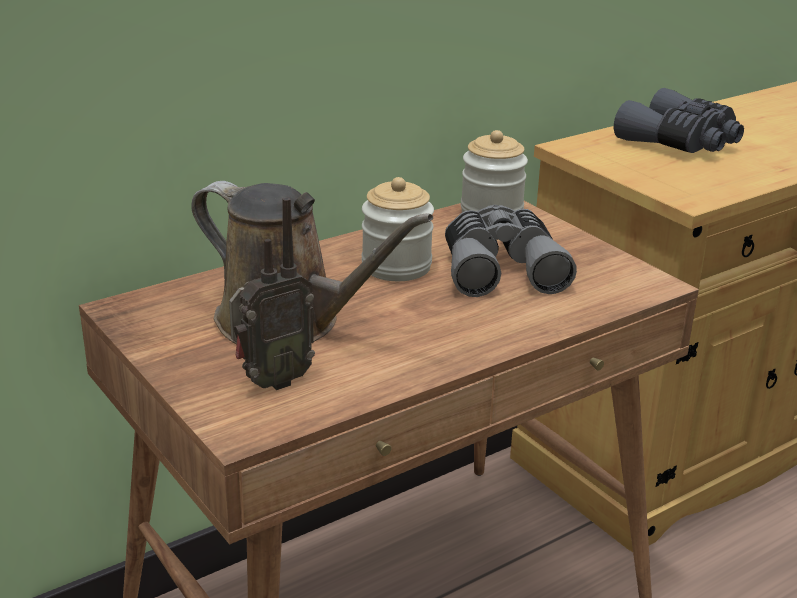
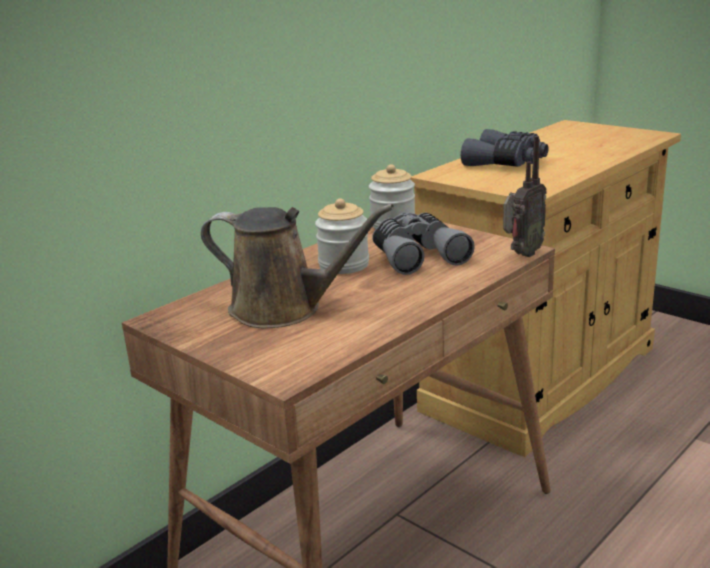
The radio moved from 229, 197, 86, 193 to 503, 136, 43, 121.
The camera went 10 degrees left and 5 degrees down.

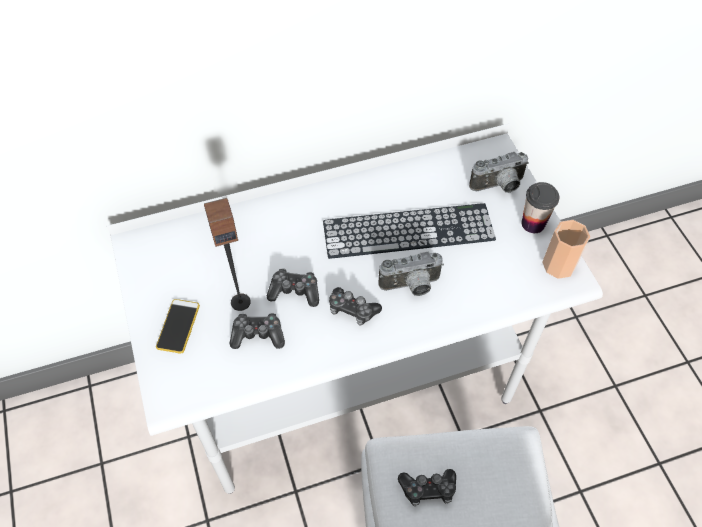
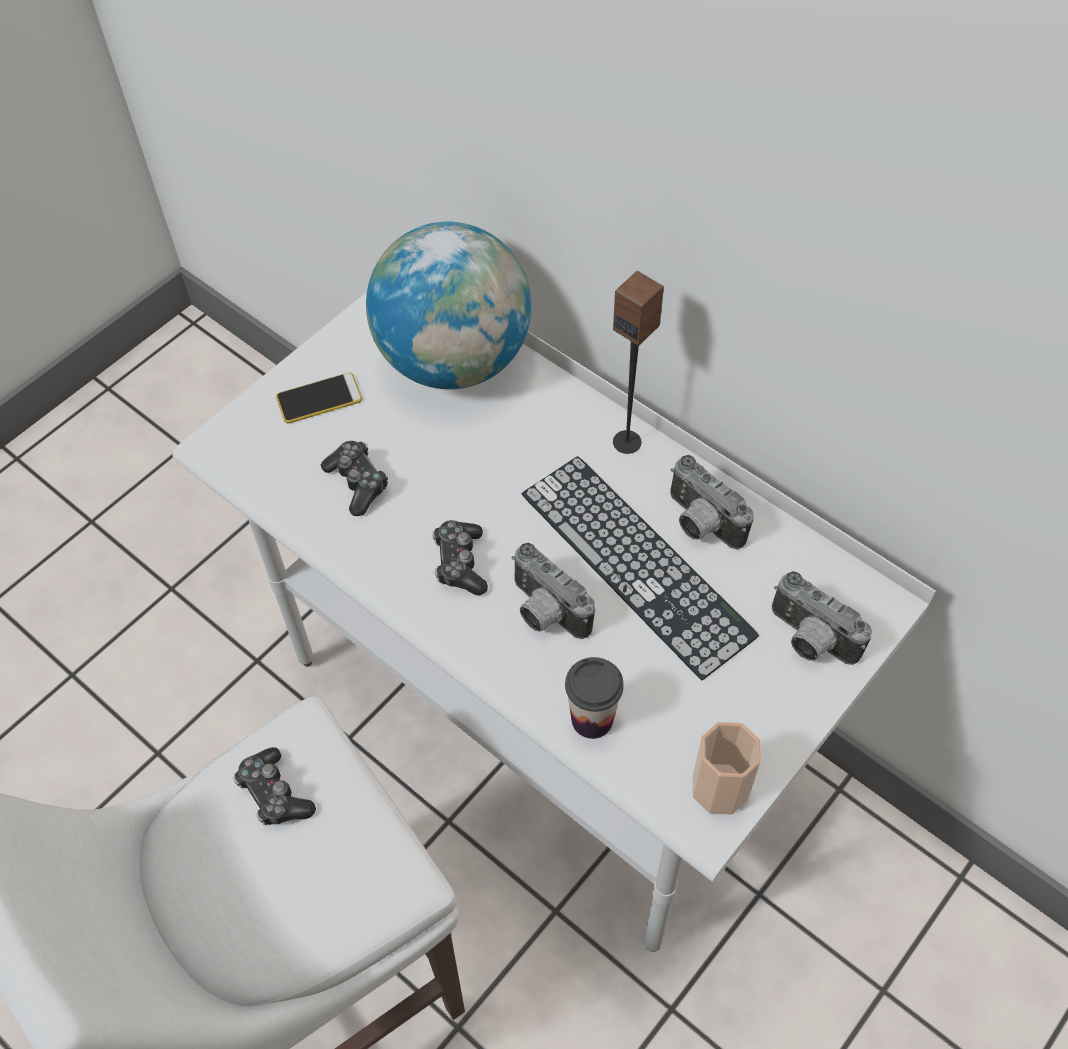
The speaker moved from 204, 198, 47, 113 to 613, 271, 51, 183.
The game_controller at 267, 268, 52, 39 disappeared.
The cup moved from 521, 182, 39, 51 to 565, 657, 59, 82.
The globe at 366, 221, 165, 168 appeared.
The photo_camera at 670, 455, 84, 94 appeared.
The camera went 60 degrees right and 0 degrees up.

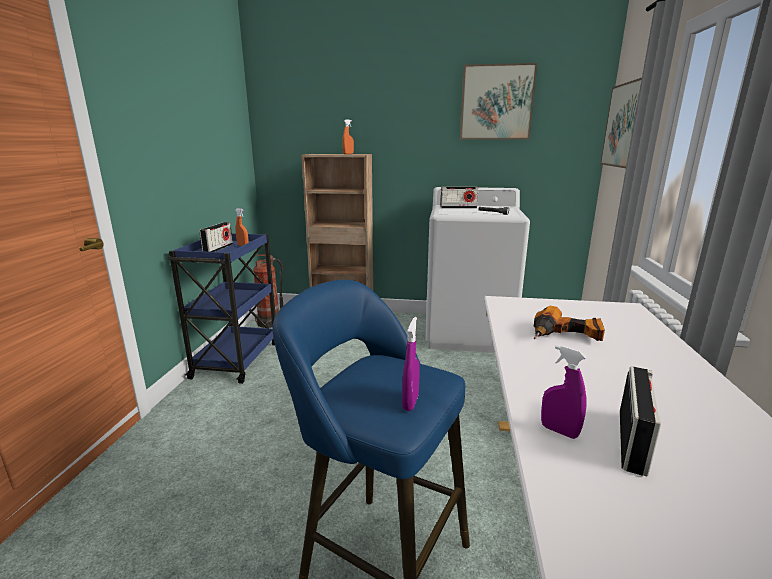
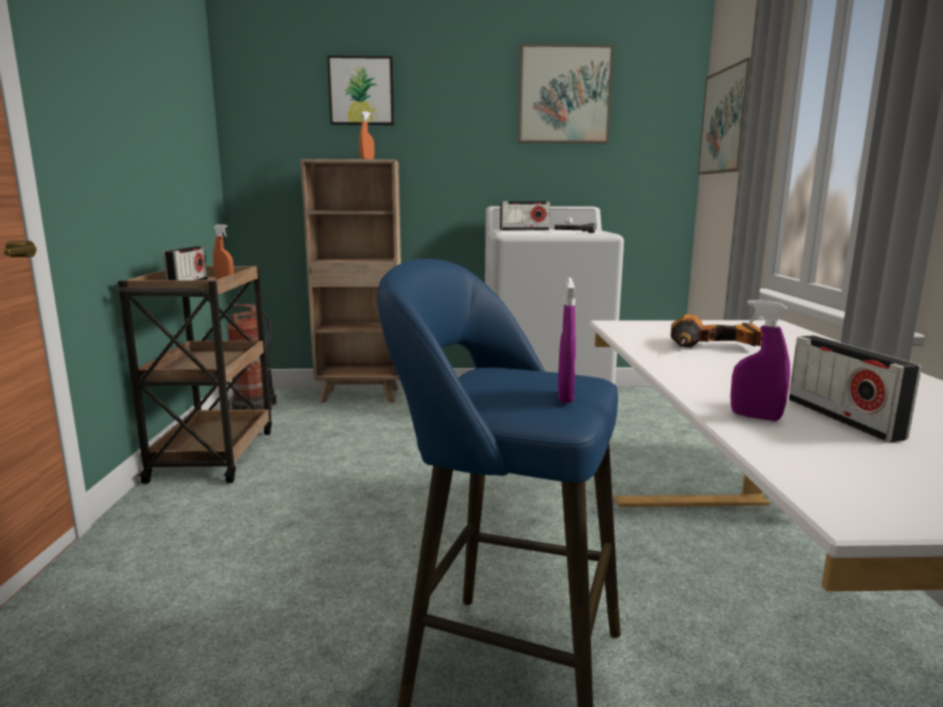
The blue_cart at 168, 233, 108, 151 became the brown_cart at 118, 266, 154, 218.
The radio at 620, 367, 41, 110 turned 150 degrees clockwise.
The picture at 327, 55, 67, 70 appeared.
The camera went 10 degrees left and 5 degrees down.

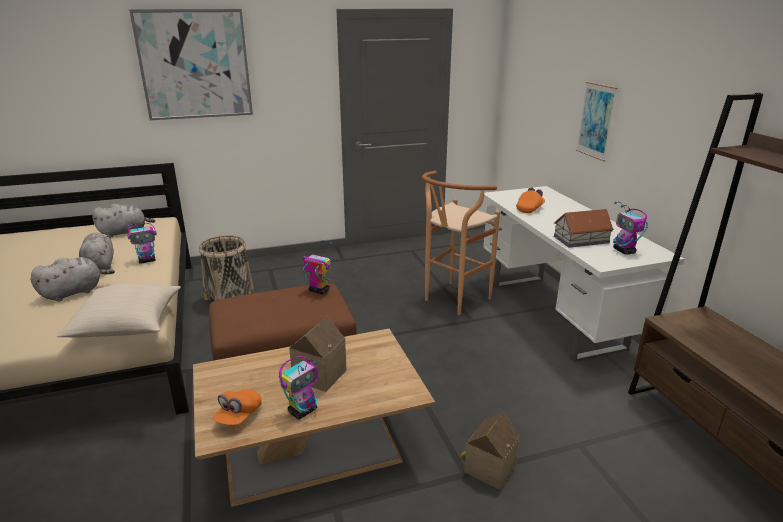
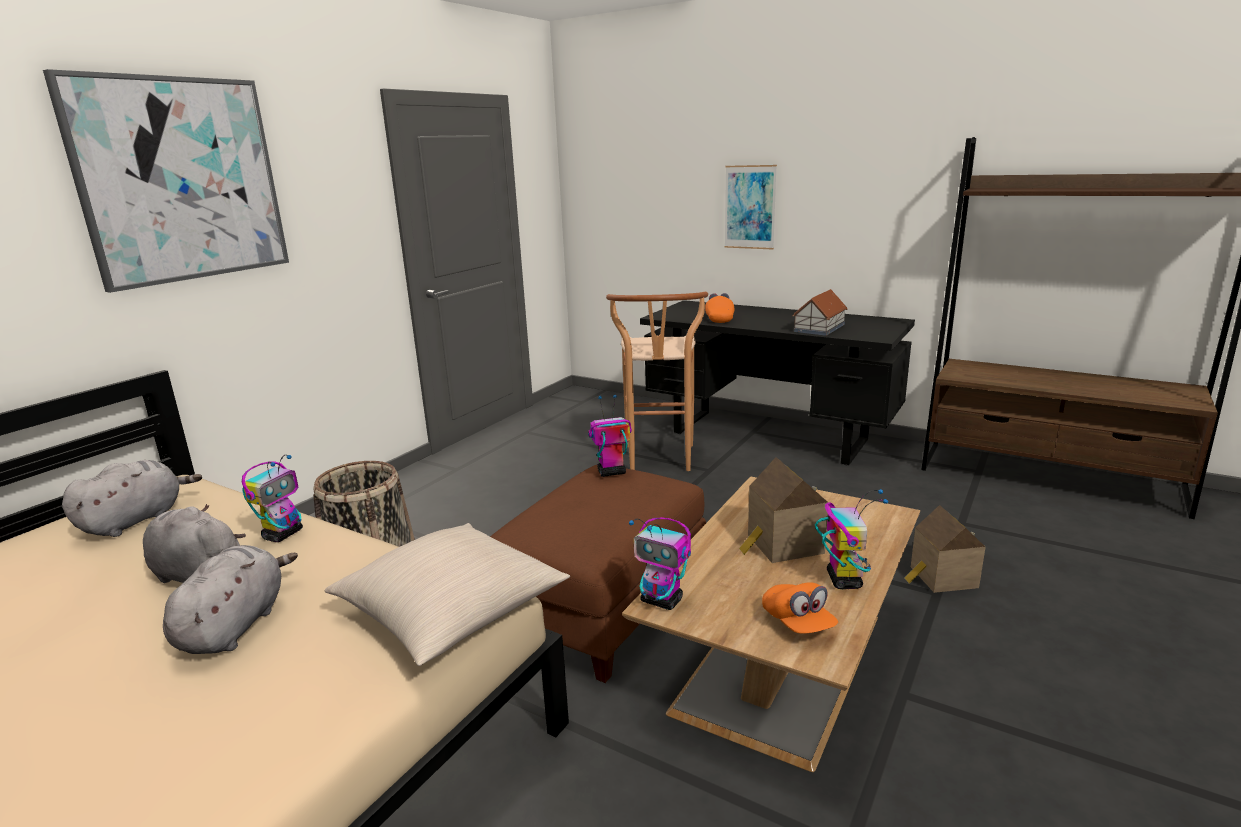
The white_desk at 483, 186, 202, 176 became the black_desk at 640, 300, 275, 166.
The toy_robot moved from 613, 201, 35, 53 to 629, 517, 62, 93.
The camera went 40 degrees left and 5 degrees down.

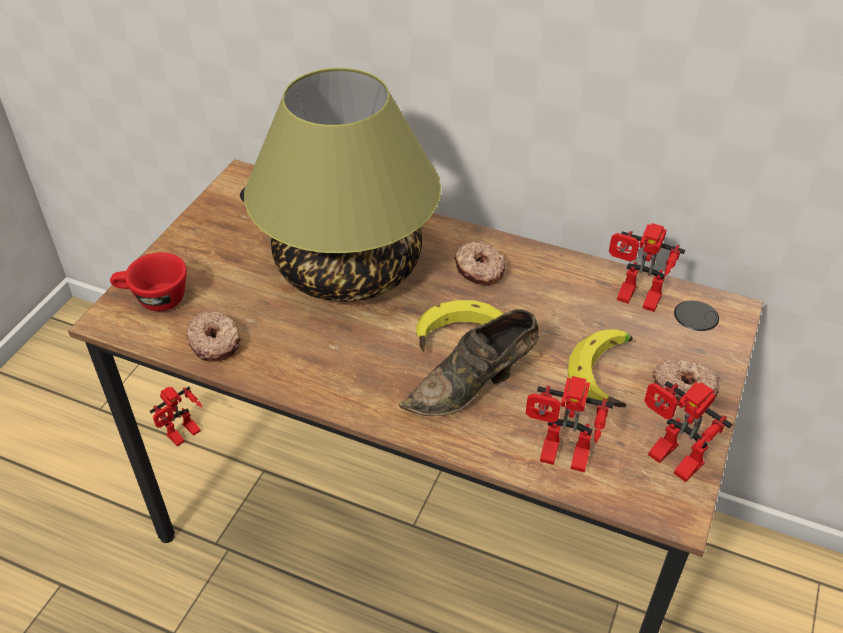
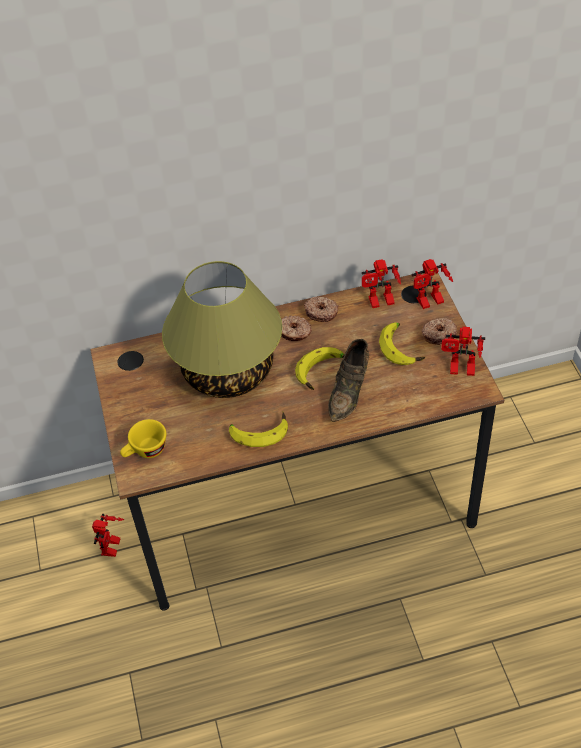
The red_cup at 110, 252, 77, 59 became the yellow_cup at 120, 419, 46, 39.
The donut moved from 187, 312, 54, 50 to 304, 297, 35, 25.
The toy_robot moved from 526, 376, 88, 96 to 411, 259, 42, 50.
The banana at 229, 412, 59, 35 appeared.
The camera went 35 degrees left and 5 degrees up.

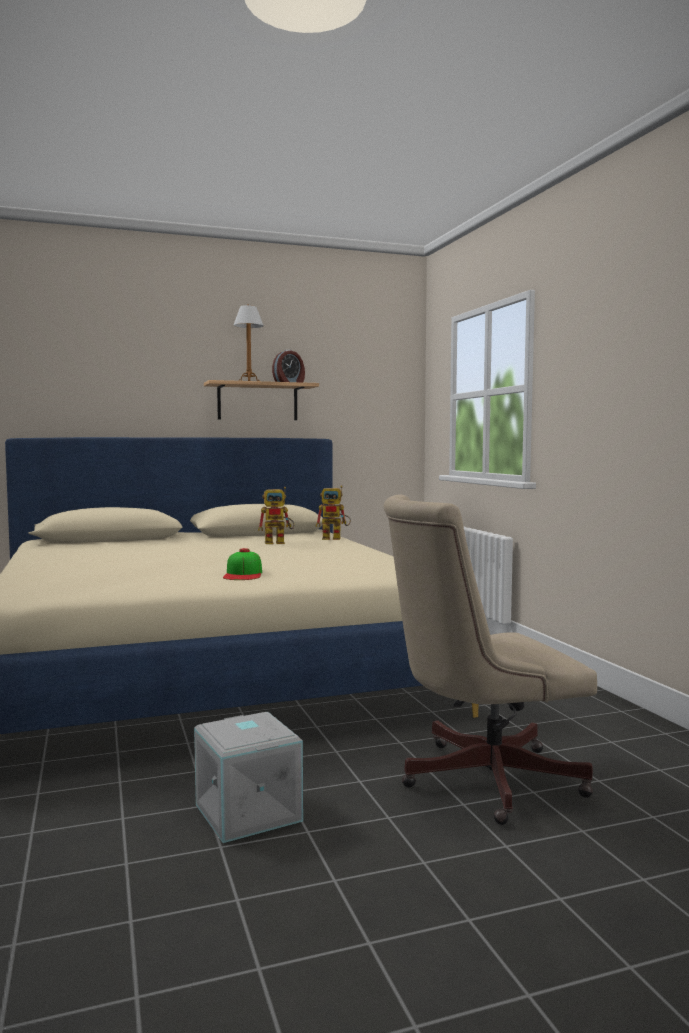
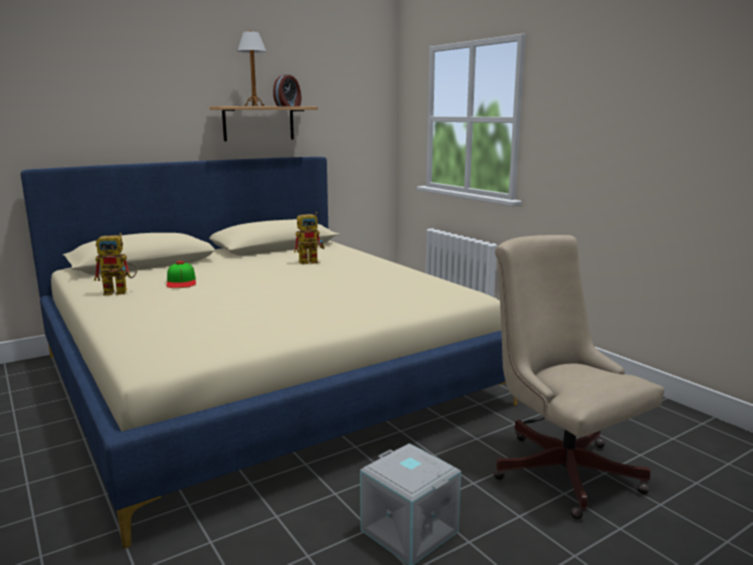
The cap moved from 223, 548, 39, 32 to 166, 261, 30, 27.
The toy_robot moved from 315, 486, 36, 54 to 94, 233, 44, 62.
The beige_office_chair at 383, 494, 214, 331 turned 90 degrees clockwise.
The camera went 15 degrees left and 10 degrees up.

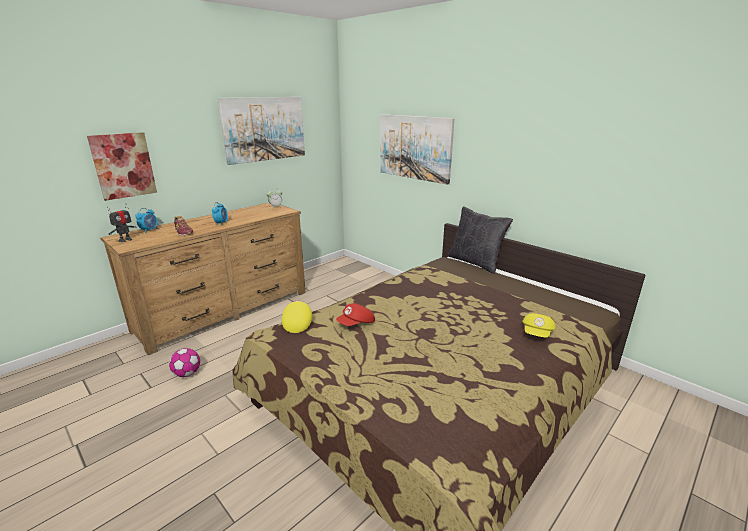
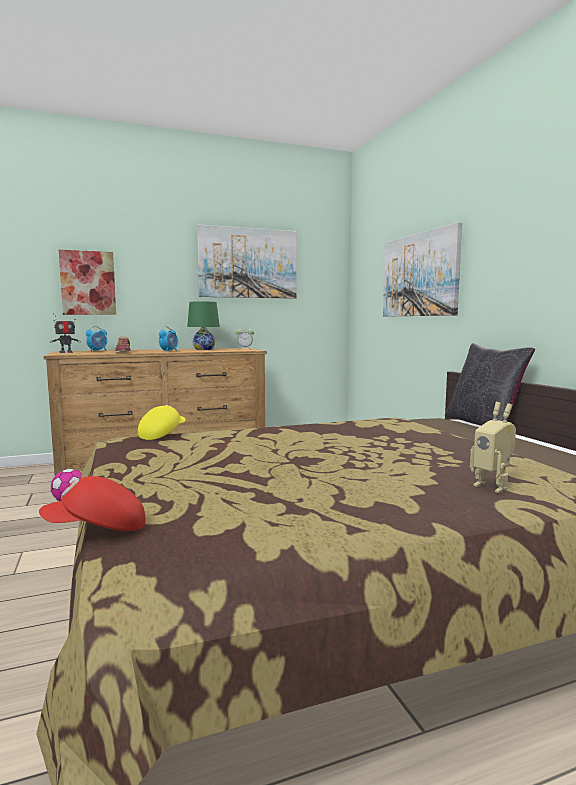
The red_cap moved from 336, 303, 39, 23 to 39, 476, 107, 55.
The yellow_cap at 522, 313, 34, 24 was replaced by the toy_robot at 470, 402, 46, 91.
The green_table_lamp at 187, 302, 33, 48 appeared.
The camera went 25 degrees right and 15 degrees down.

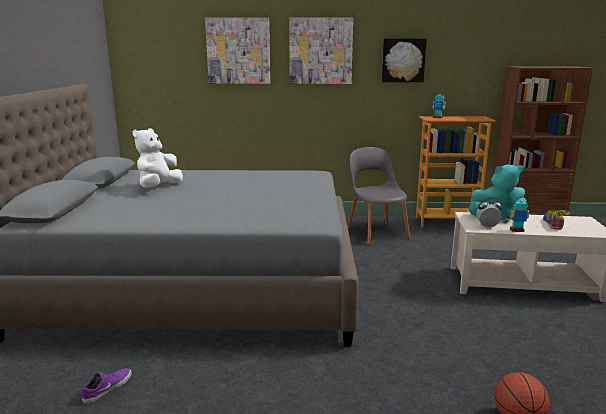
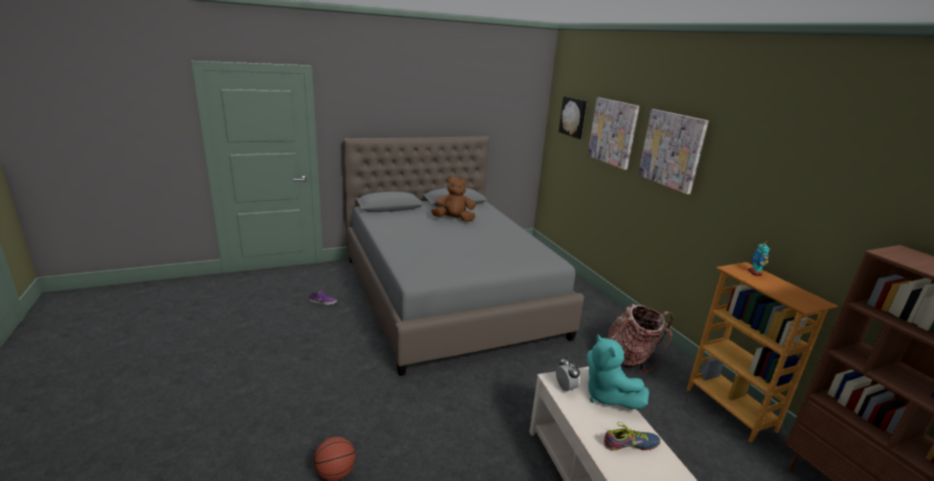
The white_plush_toy at 133, 128, 50, 60 became the brown_plush_toy at 431, 176, 45, 46.
The grey_chair at 347, 147, 63, 98 was replaced by the backpack at 607, 304, 66, 68.
The picture moved from 382, 38, 45, 44 to 559, 96, 28, 43.
The toy_robot at 510, 197, 19, 35 disappeared.
The camera went 65 degrees right and 5 degrees up.

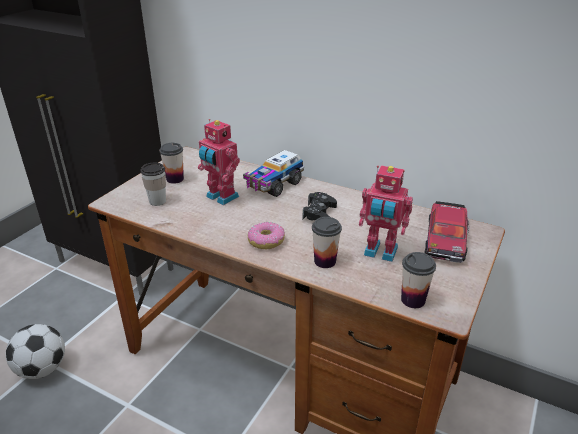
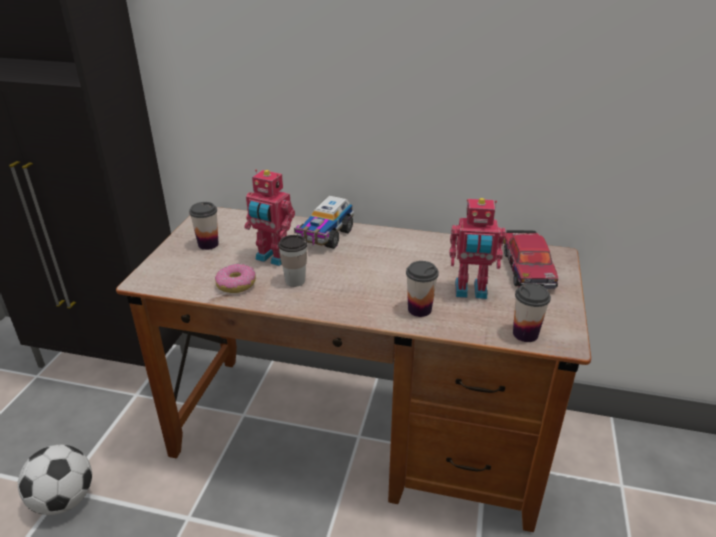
The cup moved from 140, 163, 26, 43 to 278, 235, 30, 52.
The donut moved from 248, 222, 37, 27 to 215, 264, 41, 29.
The black_game_controller at 302, 192, 35, 28 disappeared.
The camera went 15 degrees left and 0 degrees up.

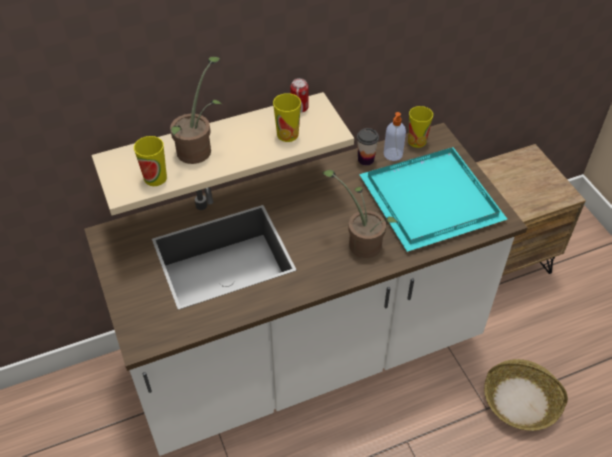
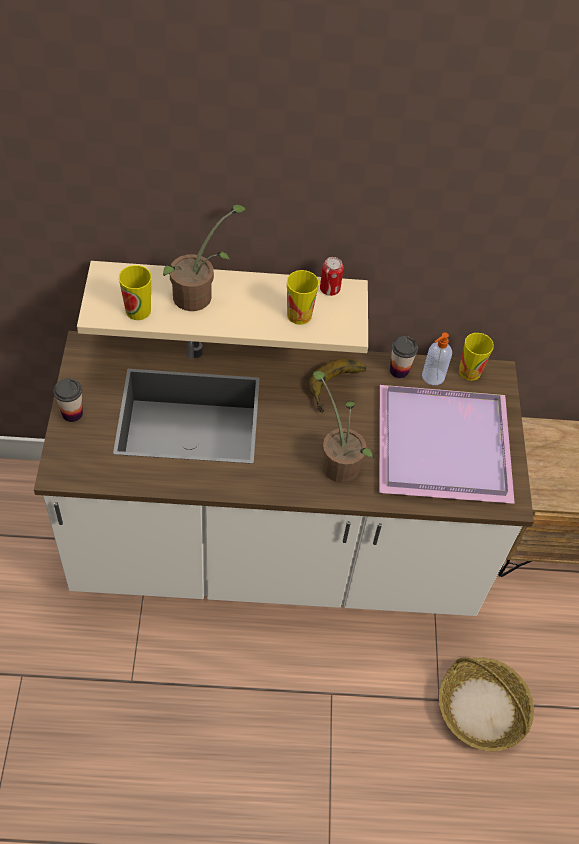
The turquoise_tray at 359, 147, 149, 105 became the purple_tray at 379, 385, 136, 119.
The cup at 53, 378, 30, 44 appeared.
The banana at 309, 359, 57, 54 appeared.
The camera went 20 degrees right and 5 degrees up.

